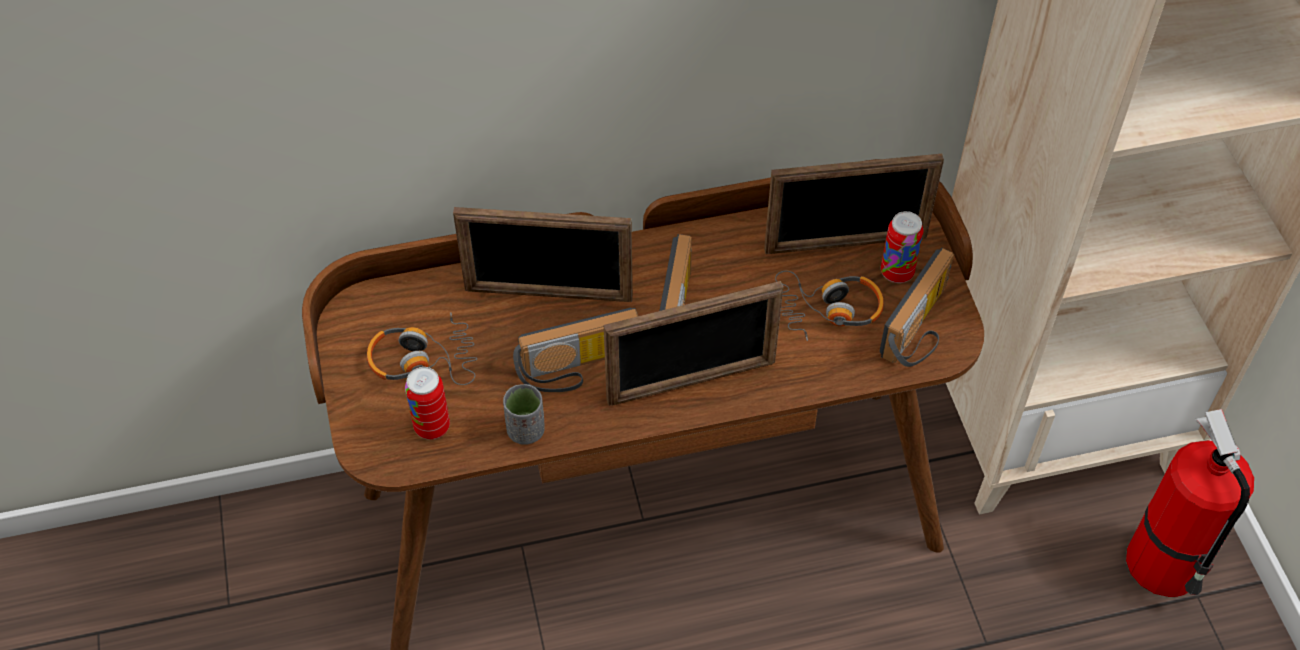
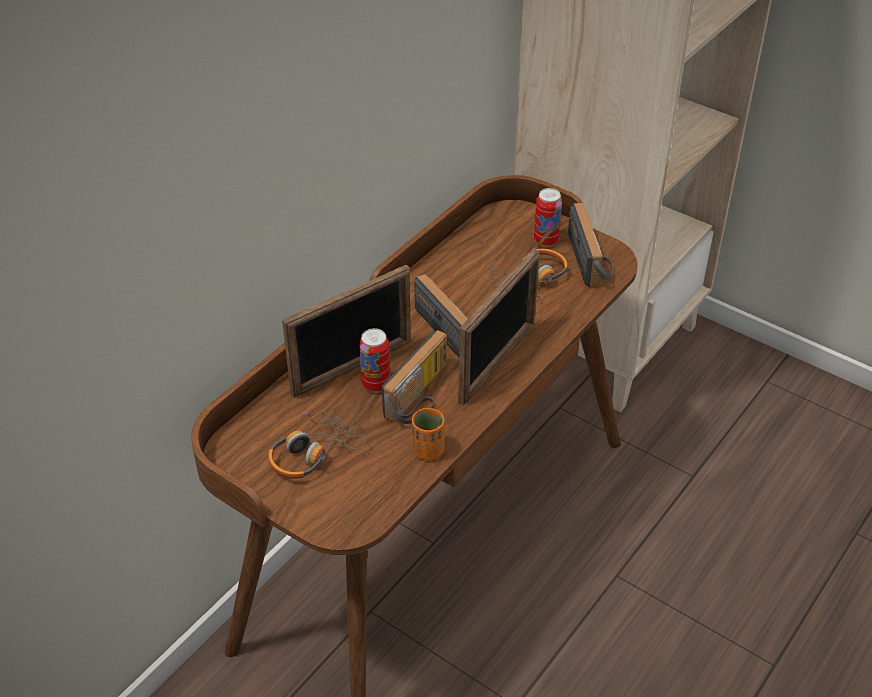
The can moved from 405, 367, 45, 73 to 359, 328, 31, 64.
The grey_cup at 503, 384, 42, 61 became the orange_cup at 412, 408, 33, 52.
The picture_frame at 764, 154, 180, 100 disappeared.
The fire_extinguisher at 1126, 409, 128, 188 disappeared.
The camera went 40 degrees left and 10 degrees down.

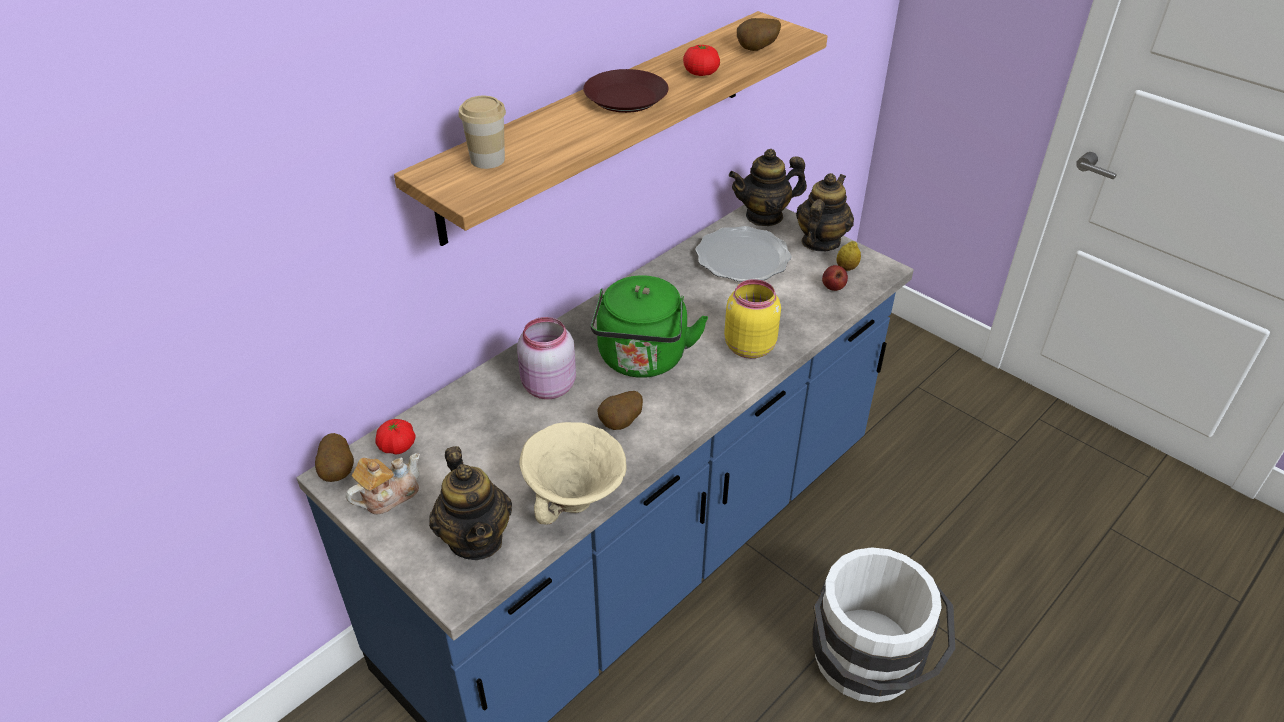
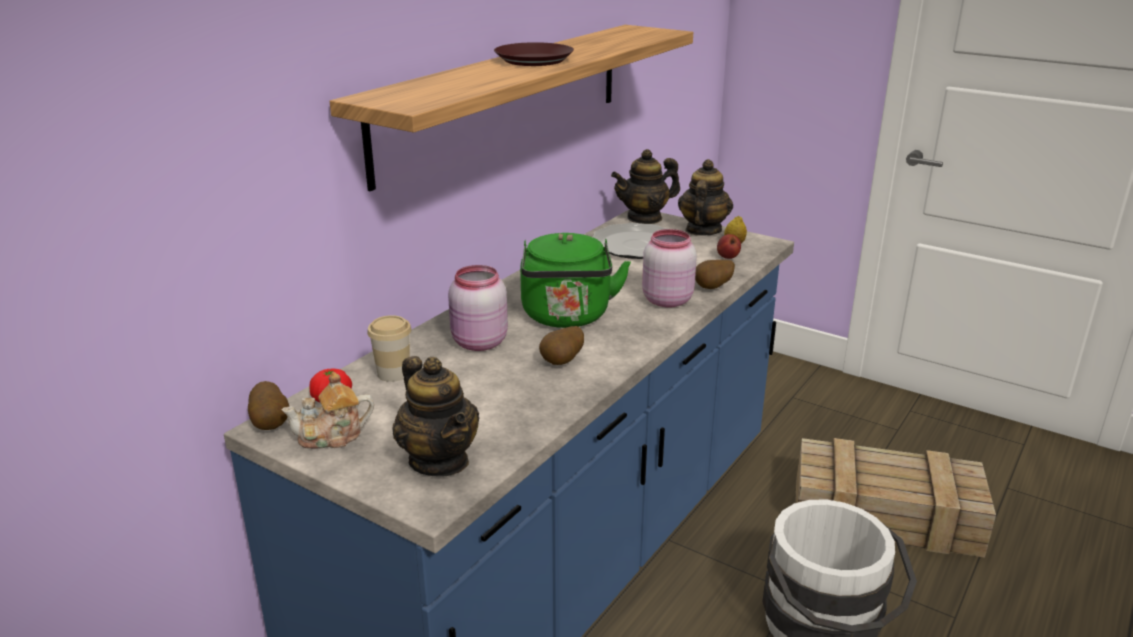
The teapot at 346, 453, 74, 61 turned 150 degrees counterclockwise.
The cup moved from 459, 96, 47, 73 to 367, 315, 45, 67.
The beige_bowl at 519, 422, 108, 102 disappeared.
The tomato at 683, 45, 37, 31 disappeared.
The yellow_jar at 724, 279, 57, 80 became the pink_jar at 642, 229, 55, 79.
The potato moved from 737, 18, 44, 33 to 695, 260, 40, 29.
The crate at 795, 438, 201, 120 appeared.
The camera went 10 degrees left and 15 degrees down.

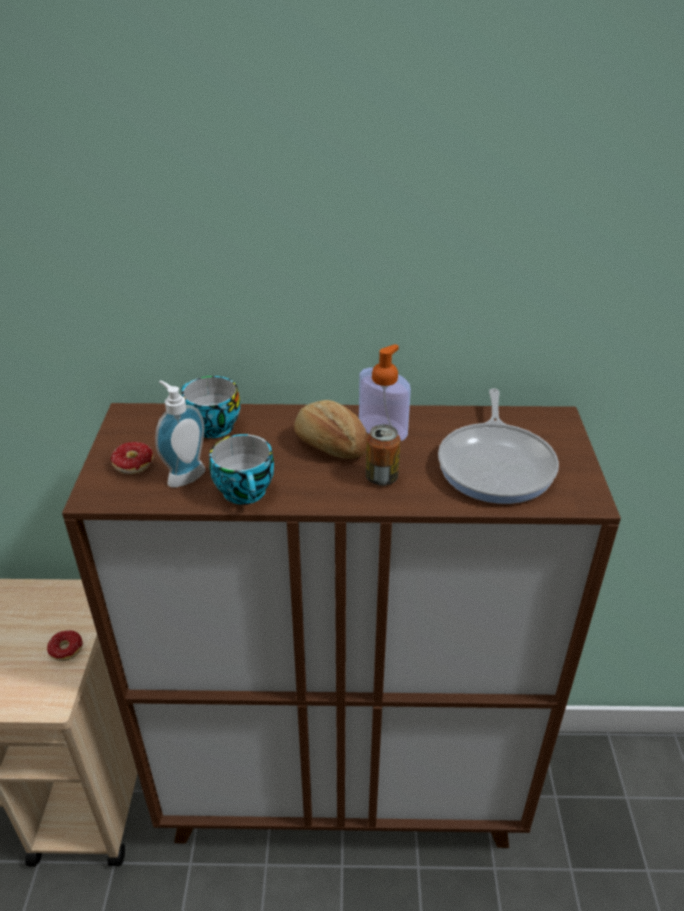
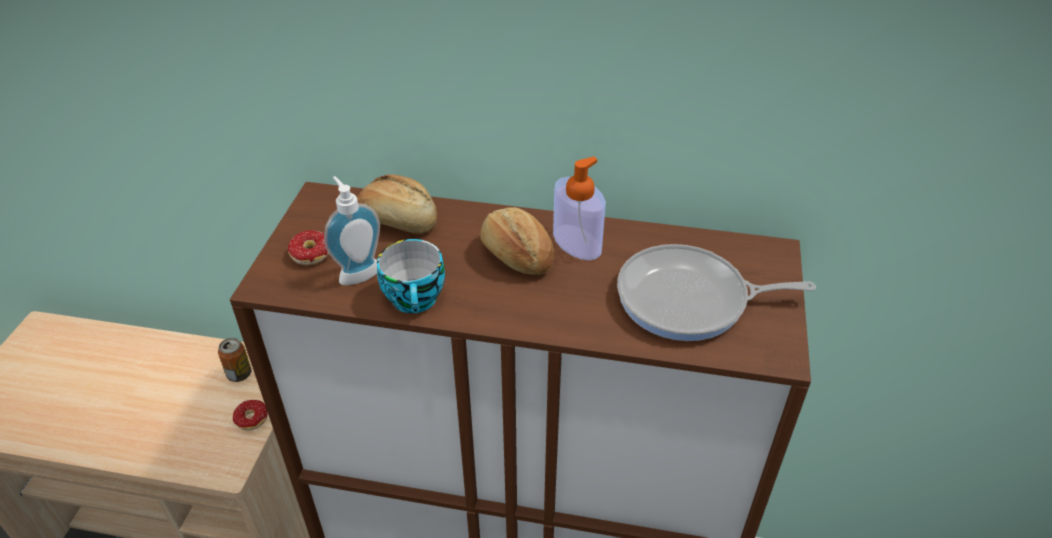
The cup at 182, 376, 58, 62 was replaced by the bread at 357, 174, 80, 60.
The can moved from 366, 424, 35, 62 to 218, 338, 34, 44.
The frying_pan at 438, 388, 121, 116 turned 75 degrees clockwise.
The camera went 10 degrees right and 5 degrees up.

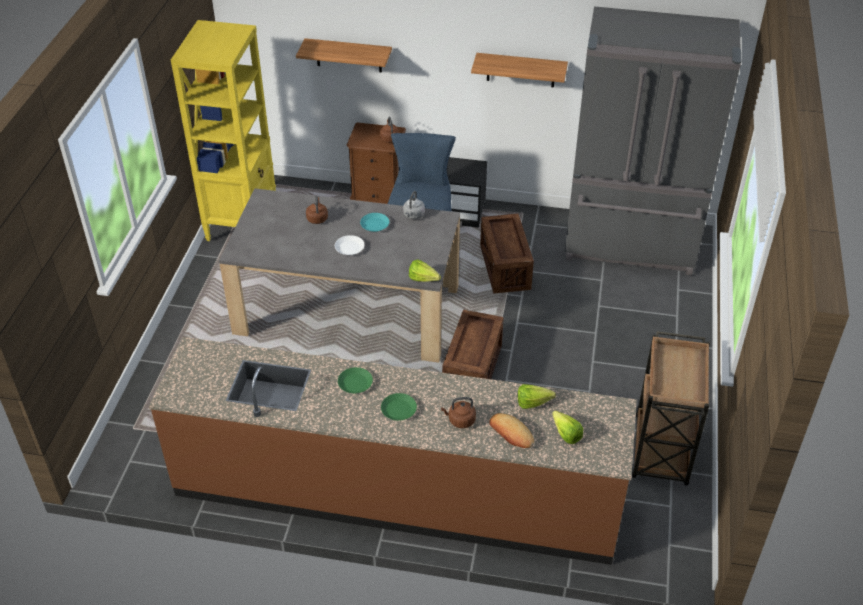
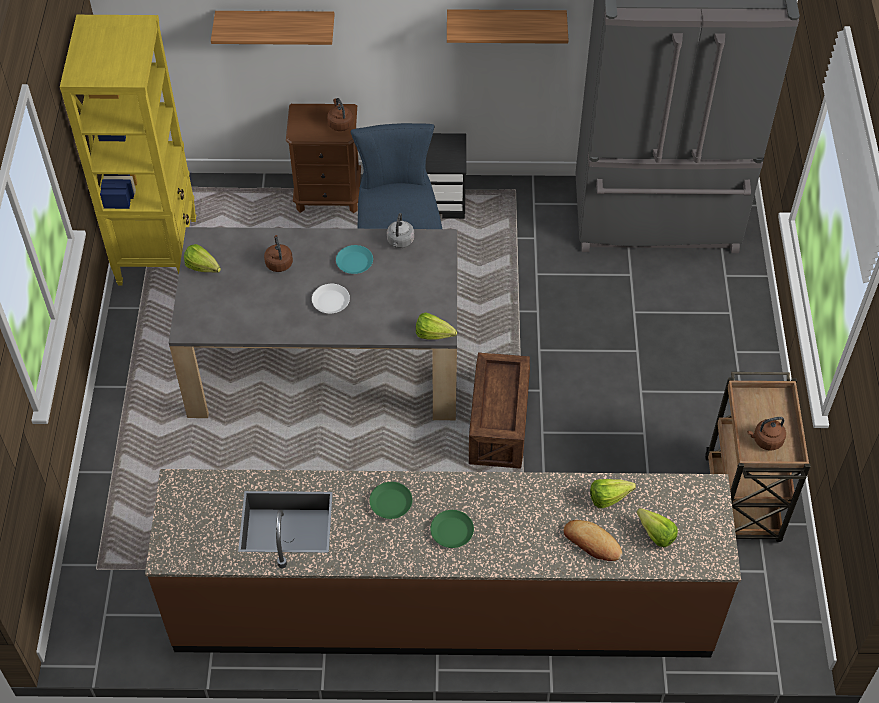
The brown_kettle moved from 441, 397, 35, 31 to 747, 417, 39, 34.
The crate at 480, 214, 54, 80 disappeared.
The lettuce at 184, 244, 37, 29 appeared.
The camera went 10 degrees left and 10 degrees up.

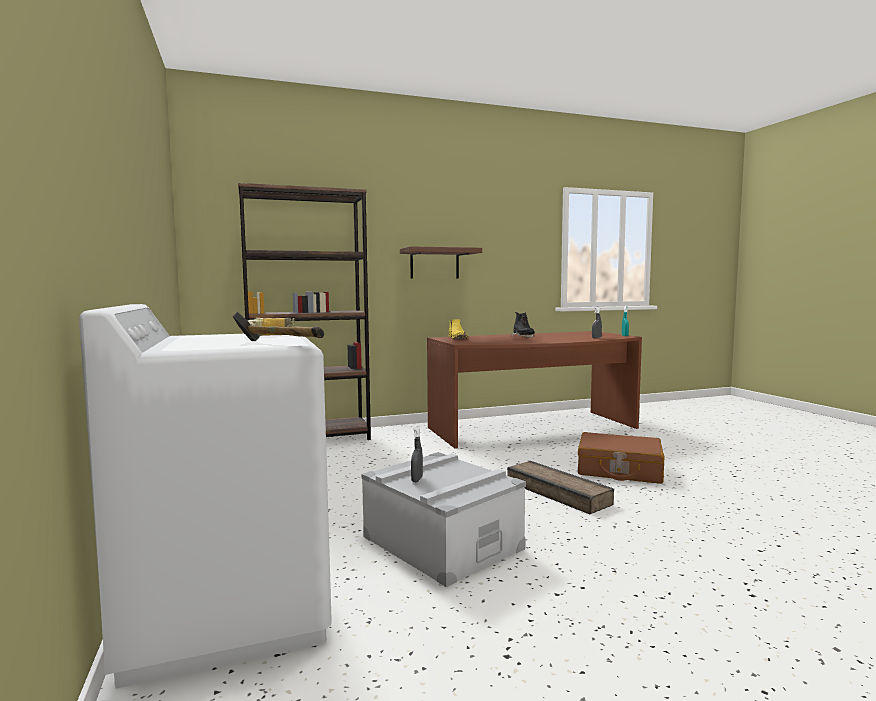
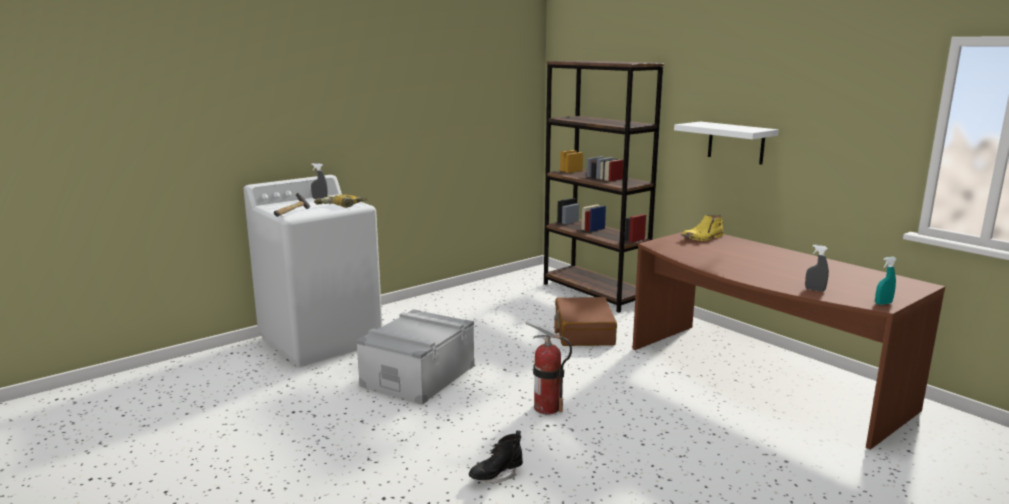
The brown_shelf at 400, 246, 82, 33 became the white_shelf at 674, 122, 105, 43.
The grey_spray_bottle moved from 411, 425, 12, 57 to 311, 163, 17, 36.
The crate at 507, 461, 107, 53 was replaced by the fire_extinguisher at 525, 321, 47, 93.
The black_boot moved from 511, 312, 24, 26 to 469, 430, 54, 53.
The brown_suitcase moved from 578, 432, 86, 52 to 554, 297, 63, 49.
The camera went 70 degrees right and 10 degrees up.

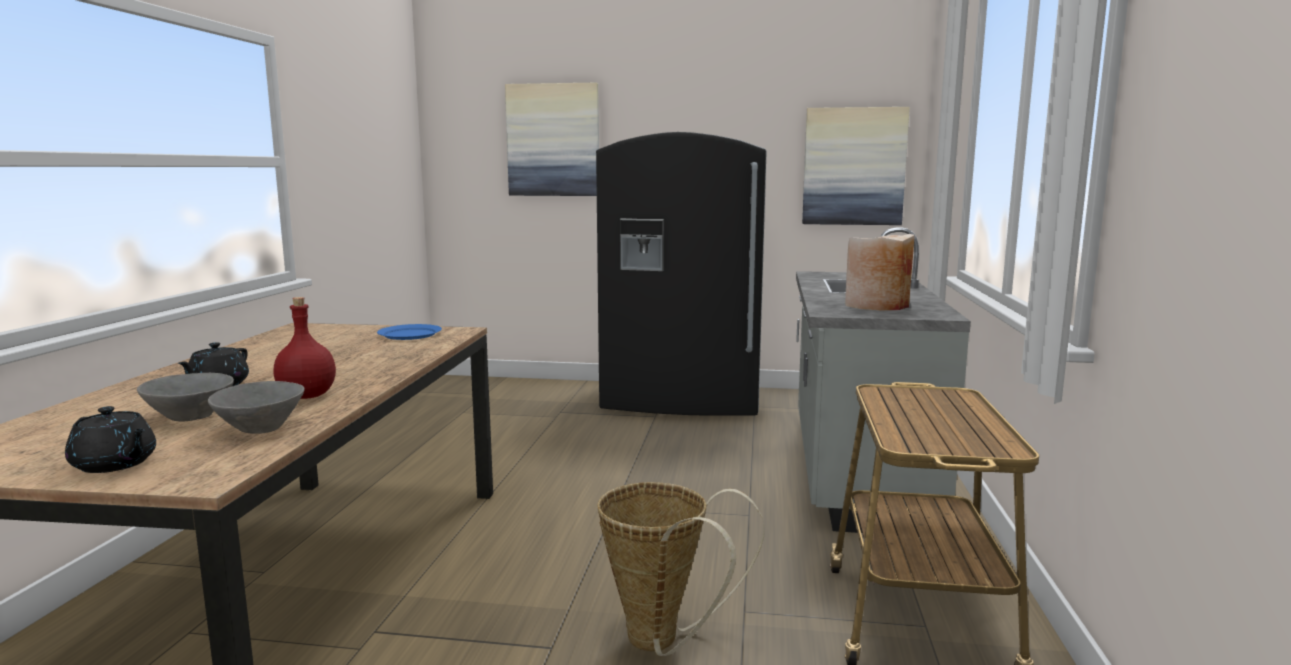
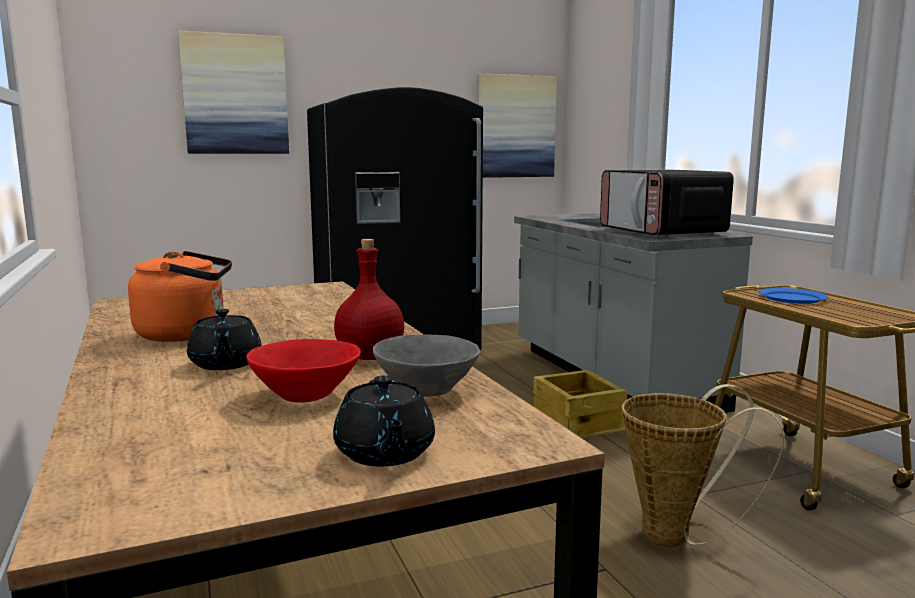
The black_teapot at 65, 406, 91, 67 turned 75 degrees clockwise.
The grey_bowl at 137, 373, 97, 48 became the red_bowl at 246, 339, 115, 64.
The blue_plate moved from 377, 324, 65, 16 to 758, 288, 70, 16.
The beige_vase at 845, 234, 70, 76 was replaced by the microwave at 600, 170, 134, 67.
The orange_kettle at 128, 251, 104, 91 appeared.
The crate at 533, 370, 95, 67 appeared.
The camera went 30 degrees left and 0 degrees up.

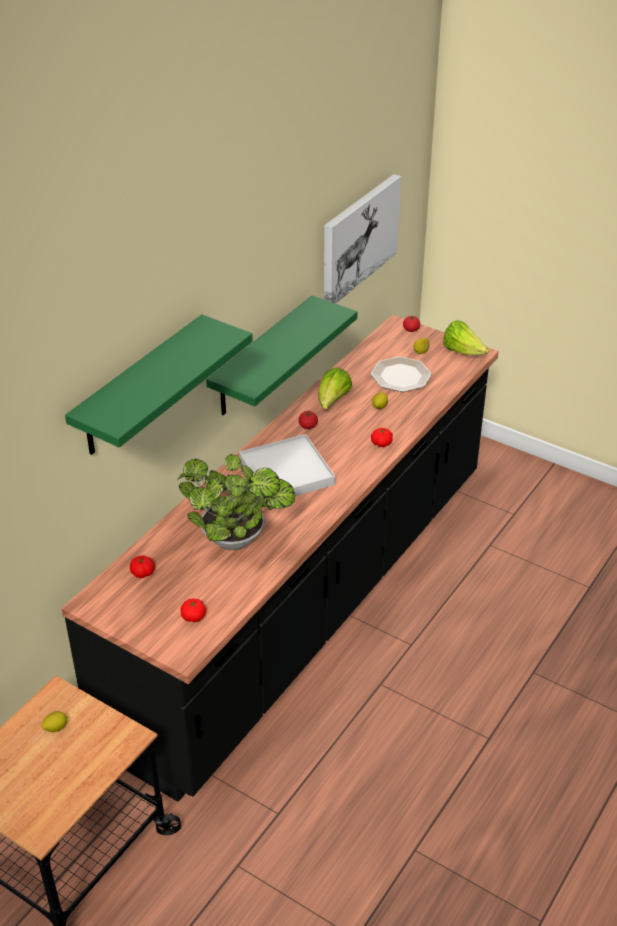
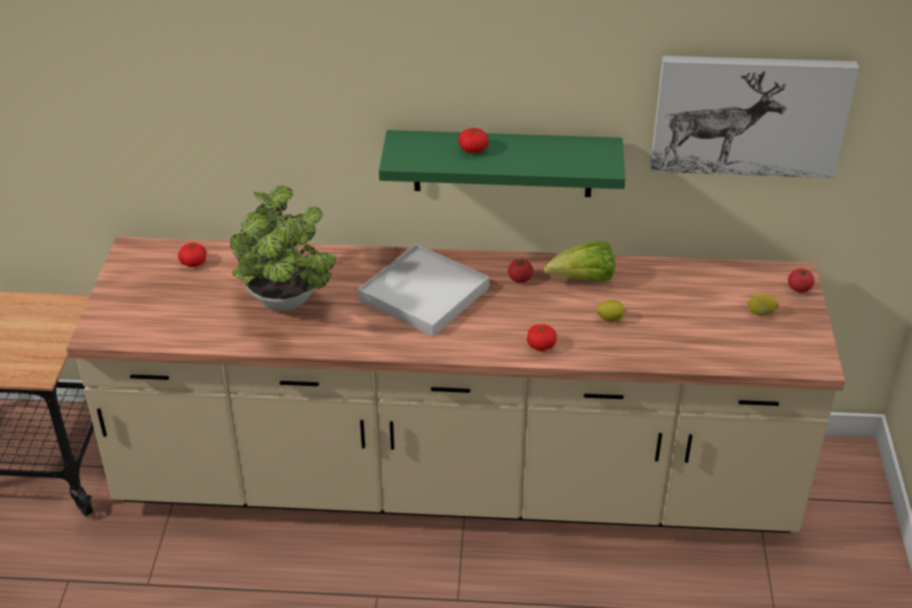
The lemon at 41, 711, 27, 21 disappeared.
The black_counter at 61, 315, 438, 487 became the beige_counter at 66, 237, 779, 296.
The green_shelf at 65, 314, 188, 141 disappeared.
The tomato moved from 181, 599, 25, 23 to 458, 128, 30, 25.
The plate at 371, 357, 61, 35 disappeared.
The lettuce at 443, 320, 46, 35 disappeared.
The camera went 60 degrees right and 0 degrees up.

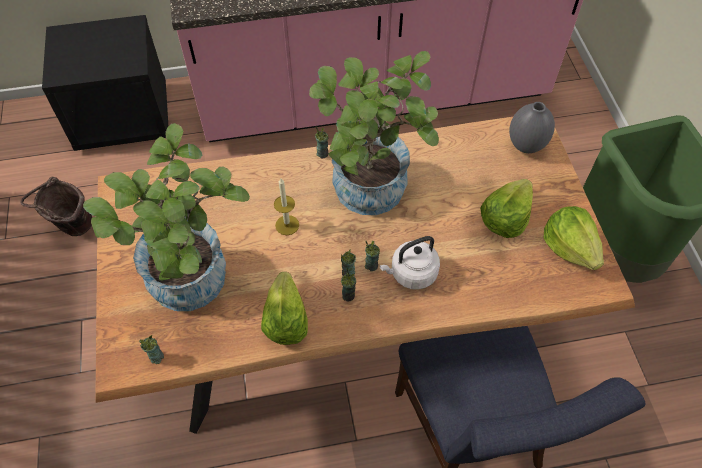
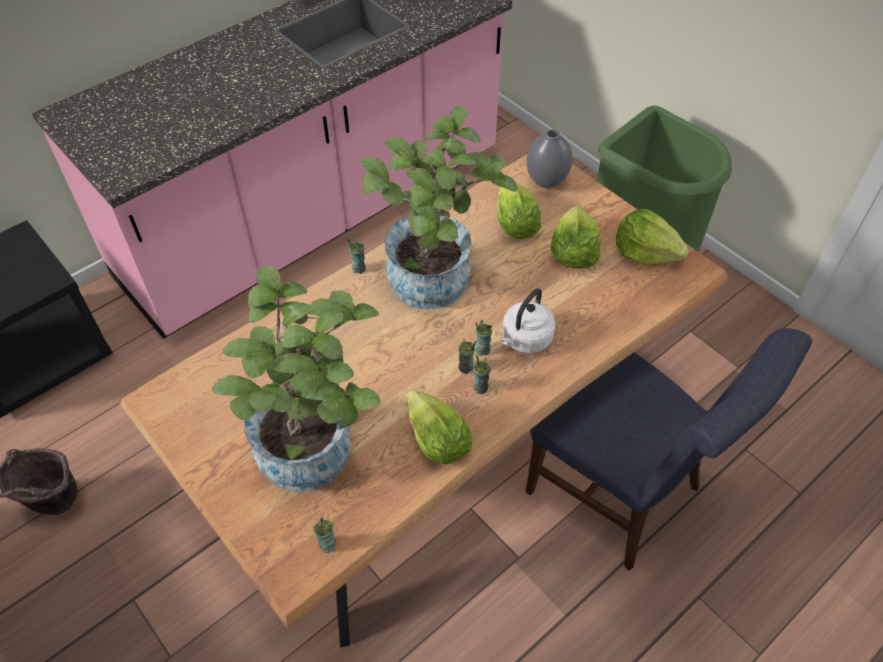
The candle at 274, 178, 25, 57 disappeared.
The lettuce at 497, 183, 44, 56 appeared.
The camera went 30 degrees left and 5 degrees down.

